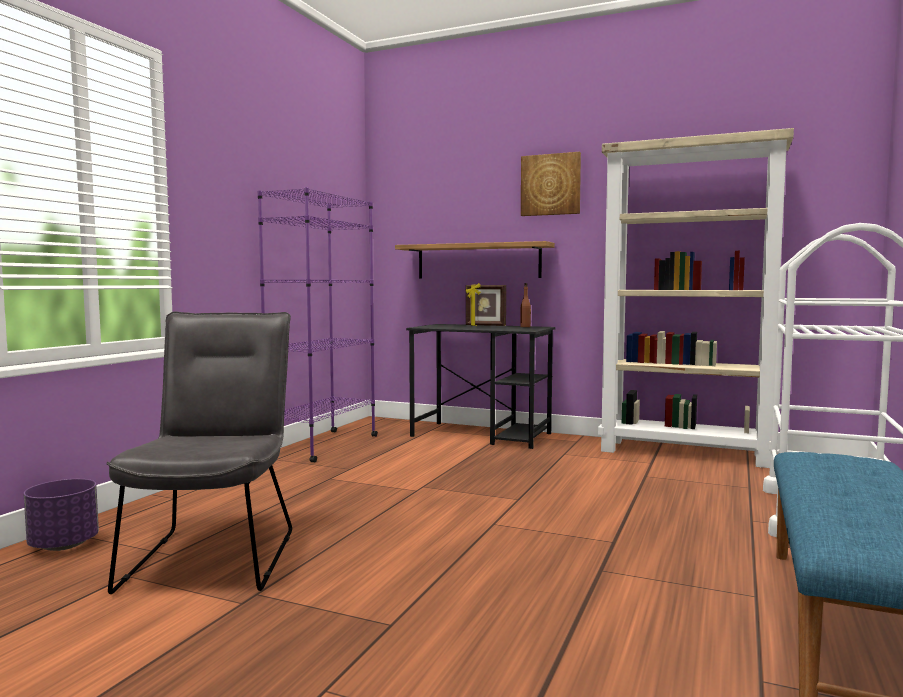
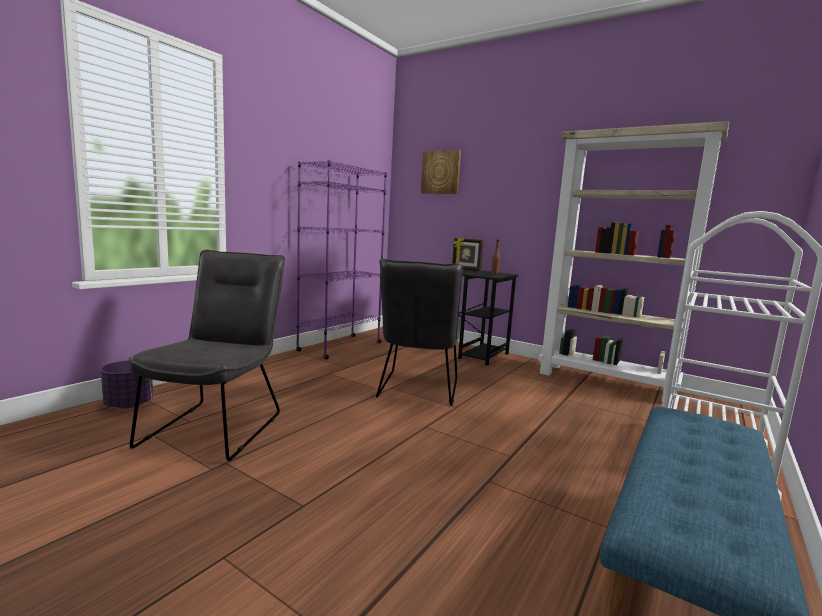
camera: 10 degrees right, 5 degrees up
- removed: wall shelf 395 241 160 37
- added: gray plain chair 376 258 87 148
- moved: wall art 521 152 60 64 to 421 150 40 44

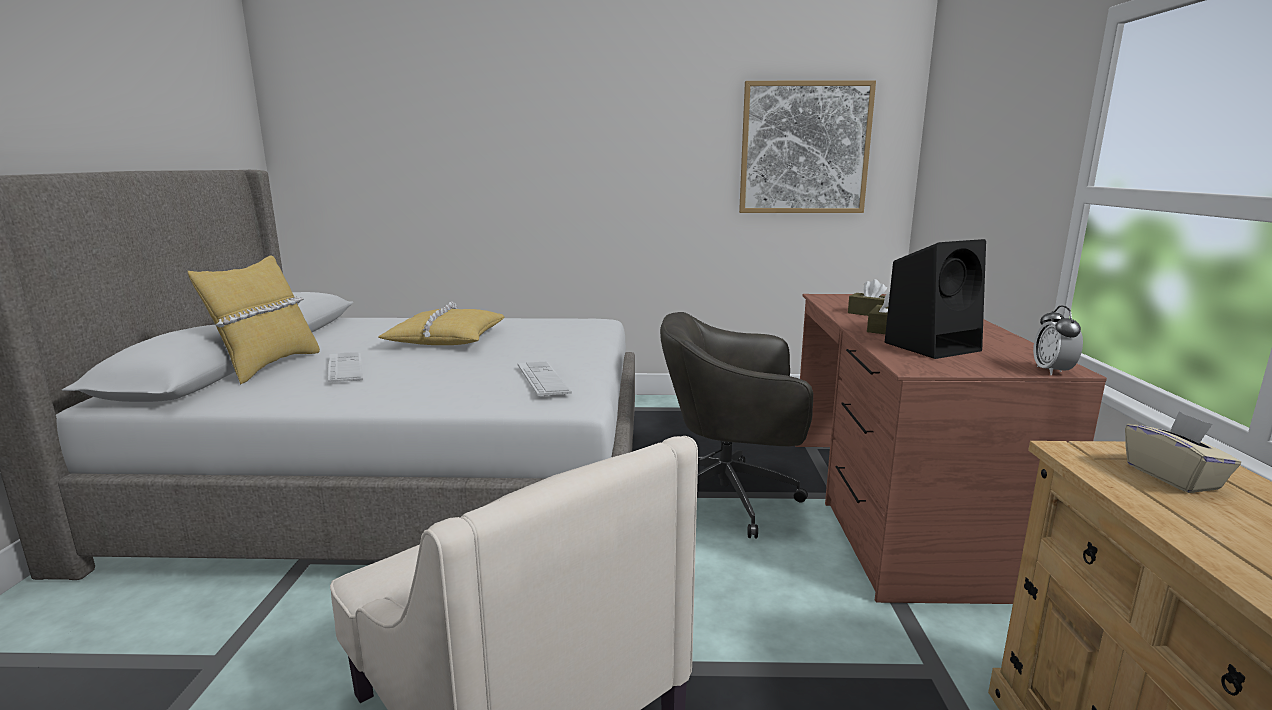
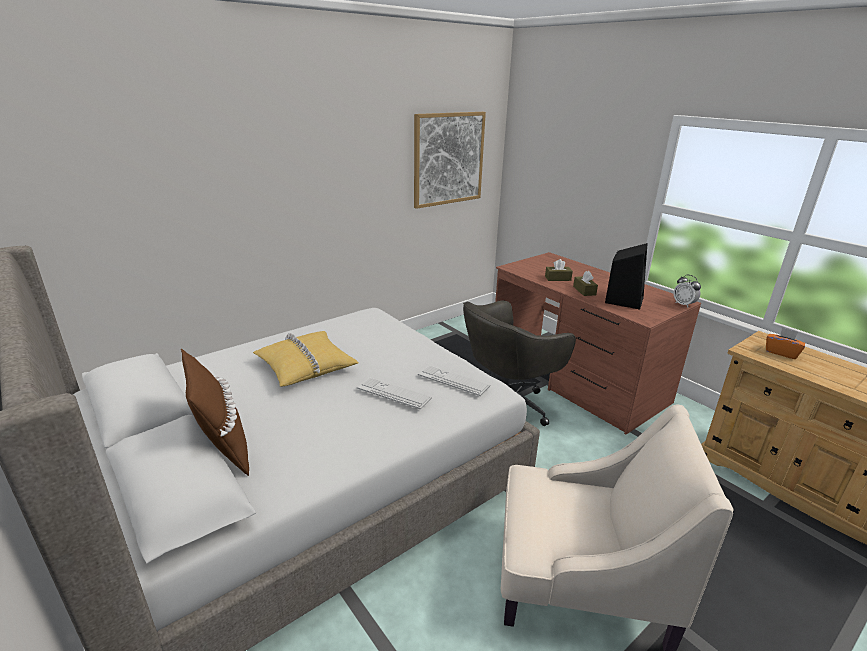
camera: 40 degrees left, 10 degrees up
- moved: PC keyboard 328 352 35 30 to 357 378 75 32
- recoloured: yellowish pillow 188 256 132 128 to brown-coloured pillow 181 349 68 127
- recoloured: beige-coloured tissue box 1125 411 116 82 to orangey tissue box 766 328 39 31

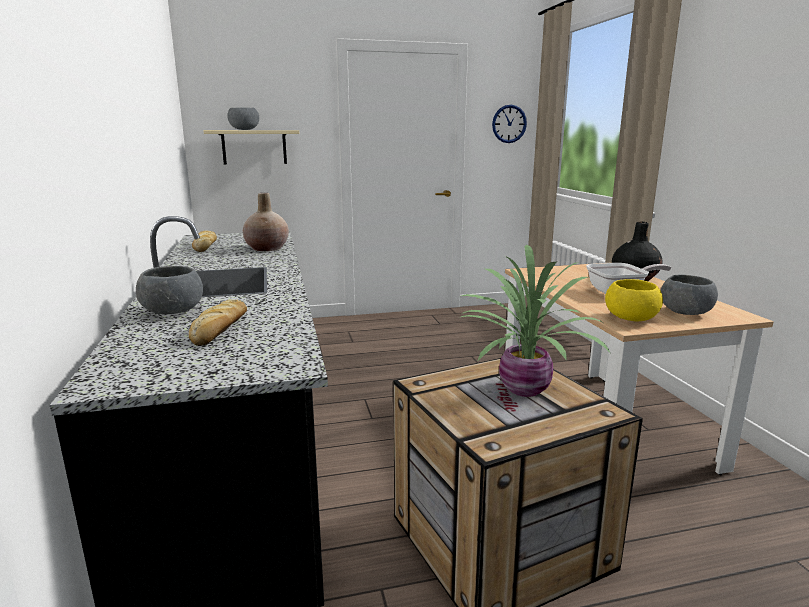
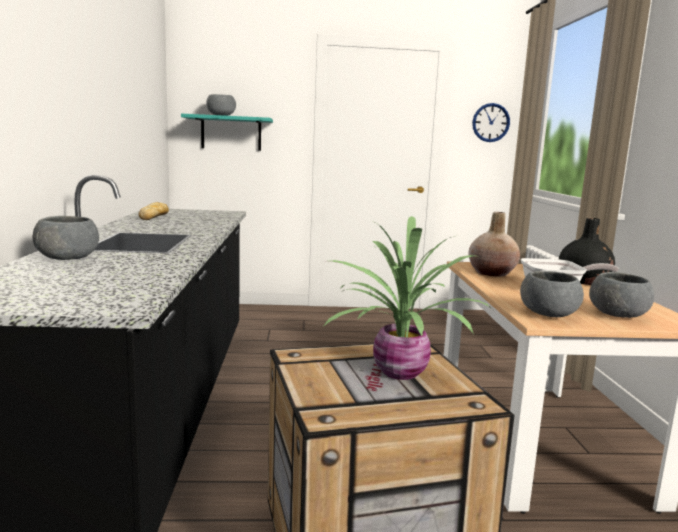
camera: 10 degrees right, 5 degrees down
- removed: bread 189 299 58 47
- moved: beige-coloured flower vase 243 193 46 58 to 468 212 52 65
- recoloured: beige-coloured wall shelf 203 130 96 34 to blue-green wall shelf 181 114 92 37
- recoloured: yellowish serving bowl 605 279 58 42 to gray serving bowl 520 271 64 46

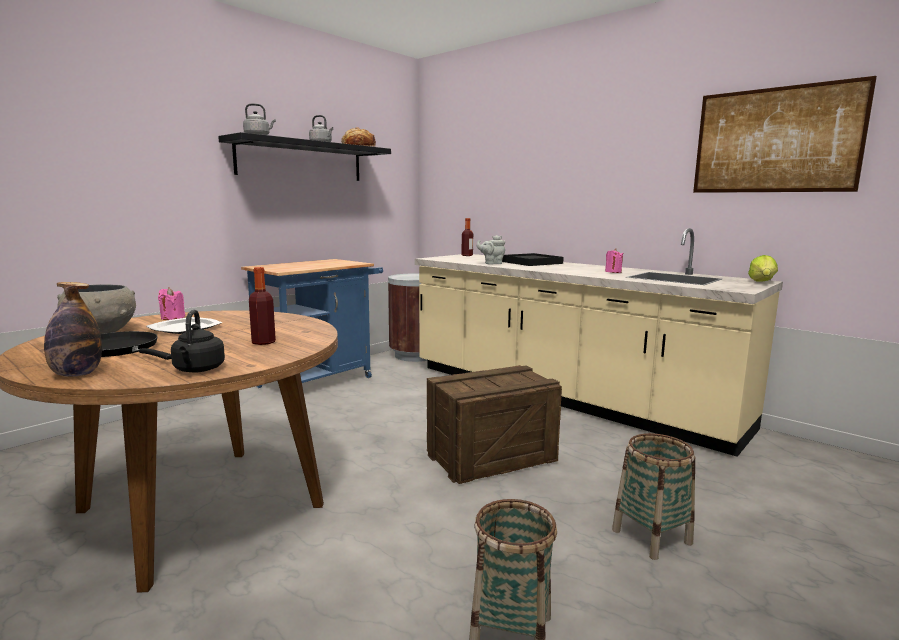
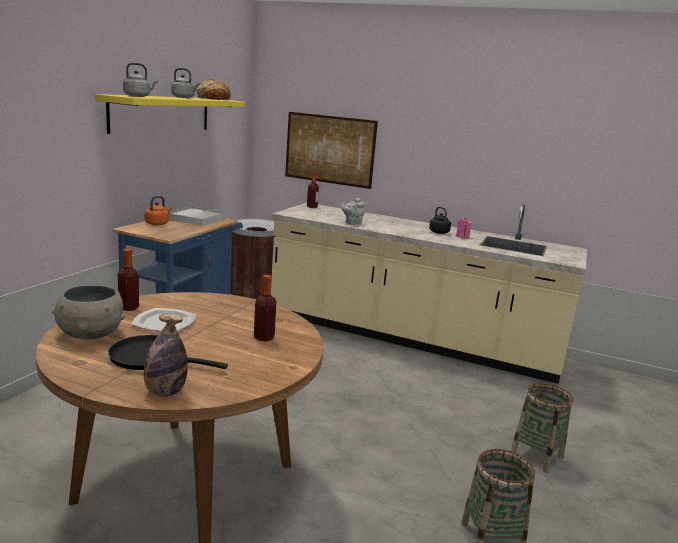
camera: 20 degrees left, 5 degrees up
- removed: packing crate 427 365 135 119
- removed: black-coloured carrying tray 502 253 62 13
- removed: lettuce head 748 255 30 27
- added: orangey tea kettle 145 196 27 29
- added: white carrying tray 169 206 58 20
- moved: black-coloured tea kettle 171 309 54 63 to 429 206 22 28
- moved: wall art 693 76 184 117 to 285 112 93 77
- replaced: pink-coloured wax candle 158 287 27 33 to beverage bottle 118 249 21 62
- recoloured: black-coloured wall shelf 218 132 173 49 to yellowish wall shelf 95 94 150 40

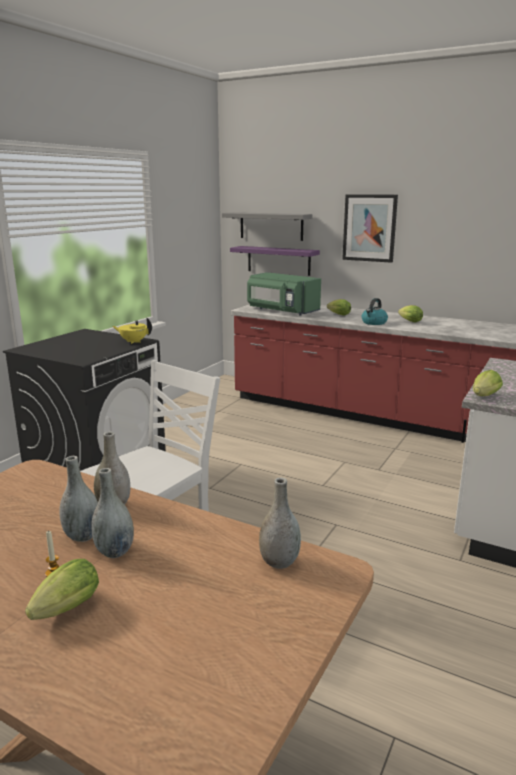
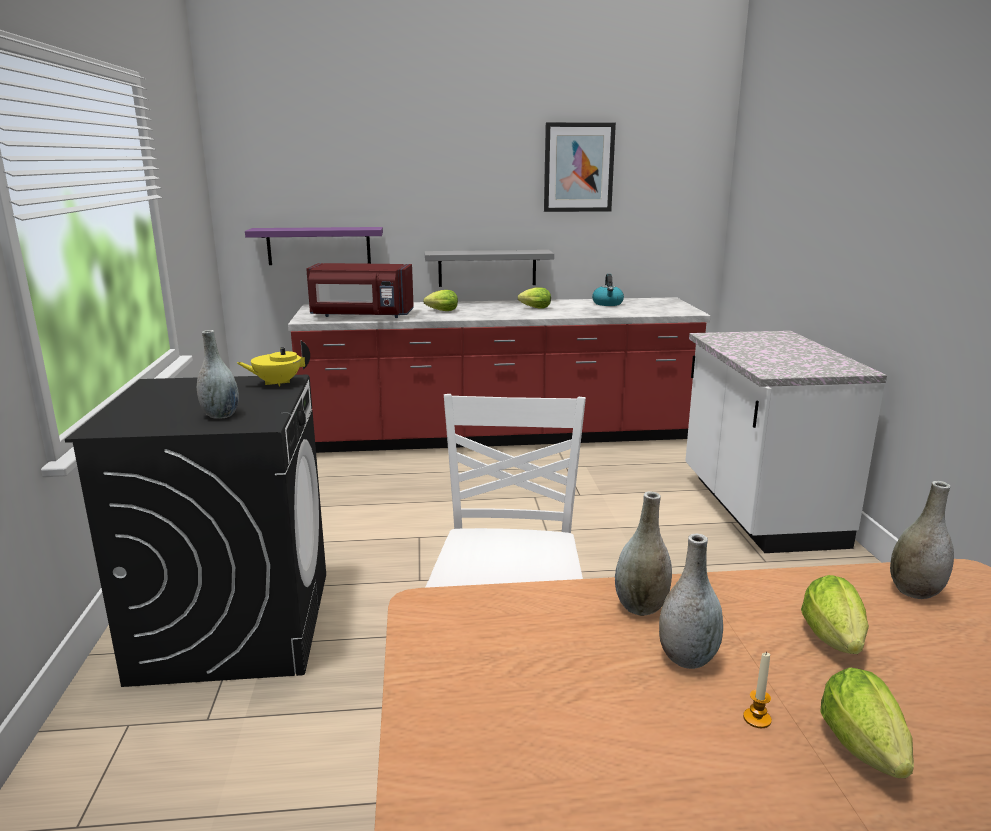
camera: 35 degrees left, 0 degrees up
- moved: gray flower vase 91 468 43 90 to 197 330 42 89
- moved: gray wall shelf 222 212 91 29 to 425 250 129 37
- moved: wall art 342 194 56 69 to 544 122 72 90
- moved: tea kettle 362 298 26 27 to 592 274 32 32
- moved: lettuce head 473 370 30 26 to 801 575 68 79
- recoloured: greenish microwave 247 272 74 43 to red microwave 306 263 108 55

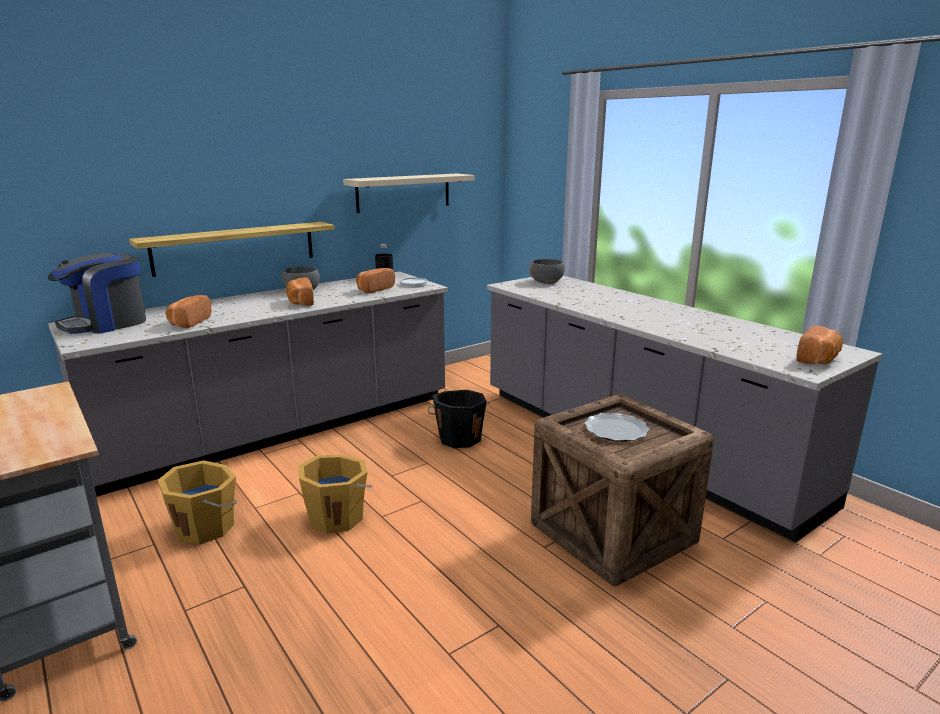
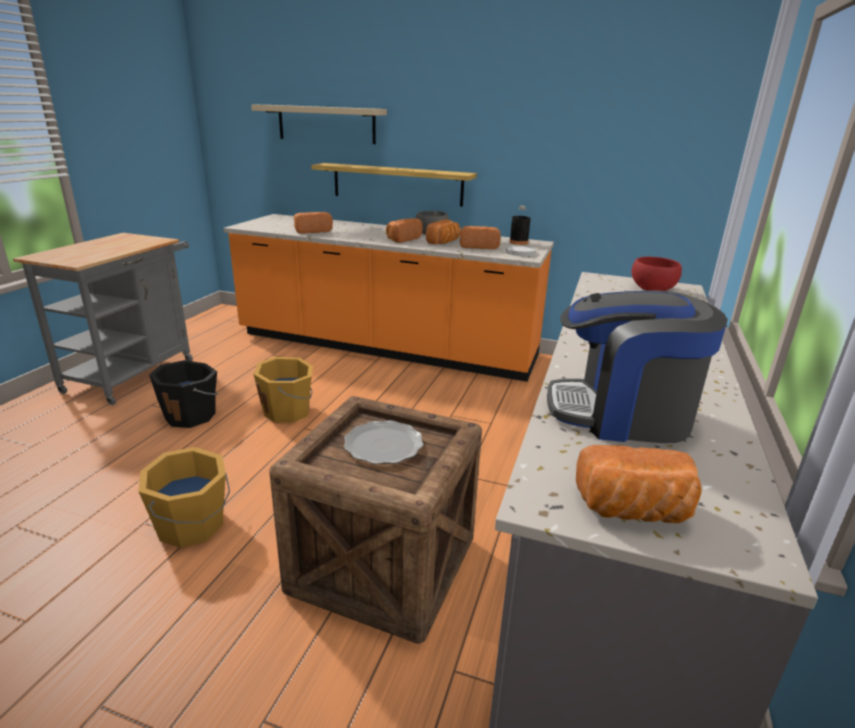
camera: 55 degrees right, 5 degrees up
- added: bread 426 219 35 25
- moved: coffee maker 48 253 98 81 to 547 290 181 153
- moved: orangey pail 158 460 79 85 to 138 447 92 101
- moved: beige-coloured wall shelf 343 174 131 39 to 251 104 136 40
- moved: black-coloured pail 427 390 63 58 to 149 360 70 68
- recoloured: gray counter 48 272 400 225 to orangey counter 223 214 331 168
- recoloured: gray serving bowl 529 259 36 25 to red serving bowl 632 257 50 34

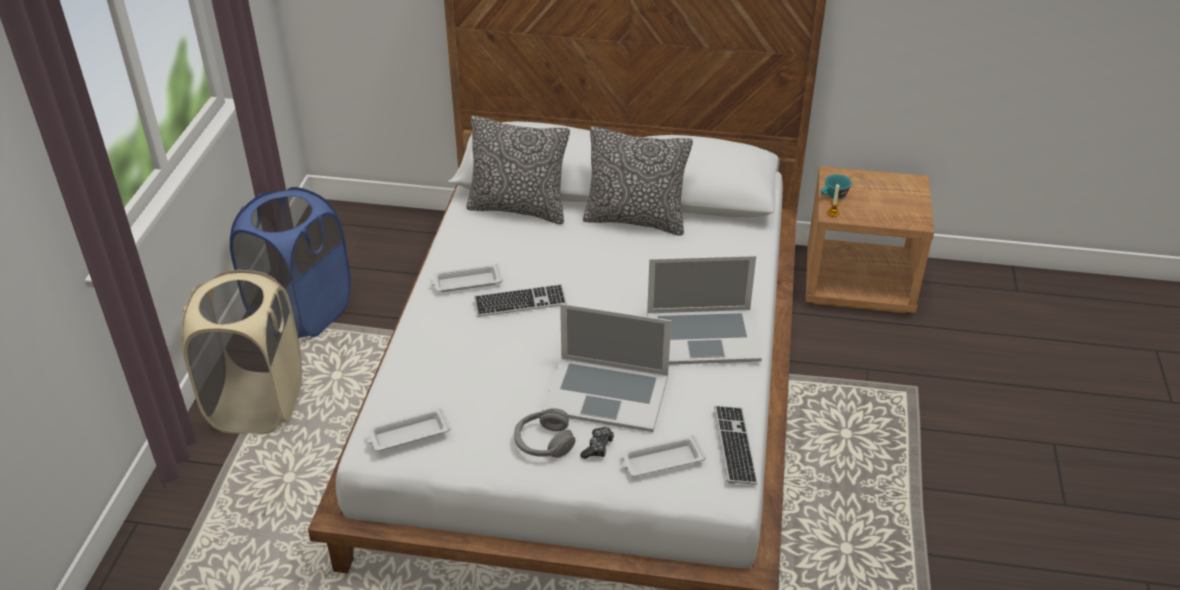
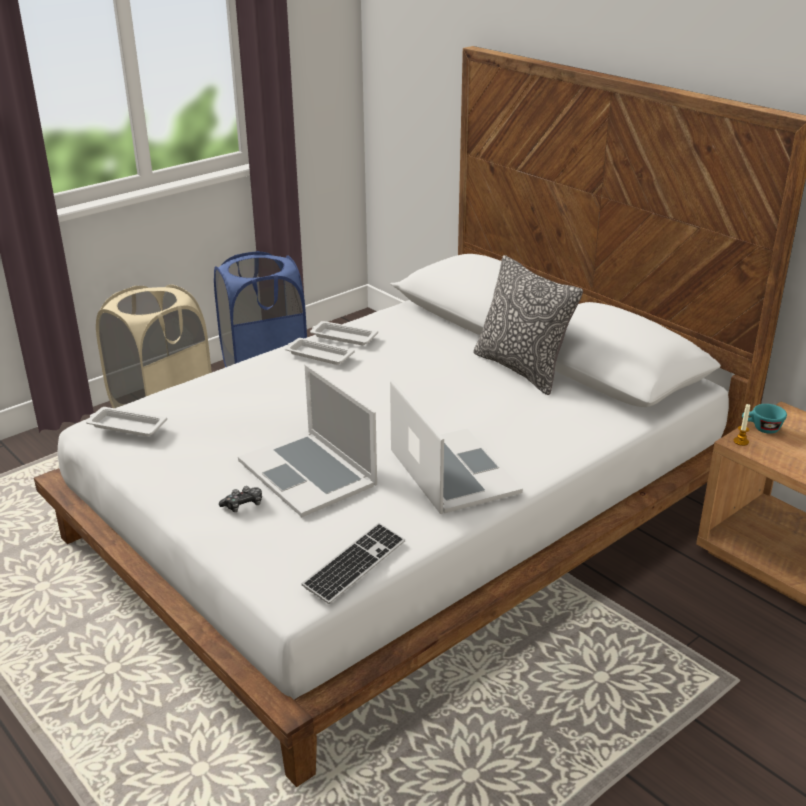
camera: 40 degrees right, 10 degrees down
- removed: pillow 466 116 104 108
- removed: PC keyboard 474 284 93 33
- removed: gray pair of headphones 514 408 61 50
- moved: white carrying tray 622 435 84 42 to 310 321 68 24
- turned: notebook computer 647 256 115 109 = 390 379 133 135 150 degrees counterclockwise

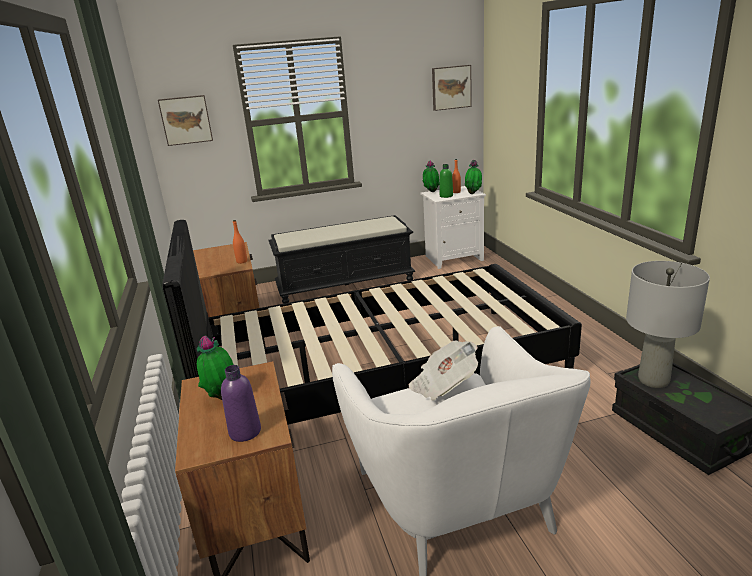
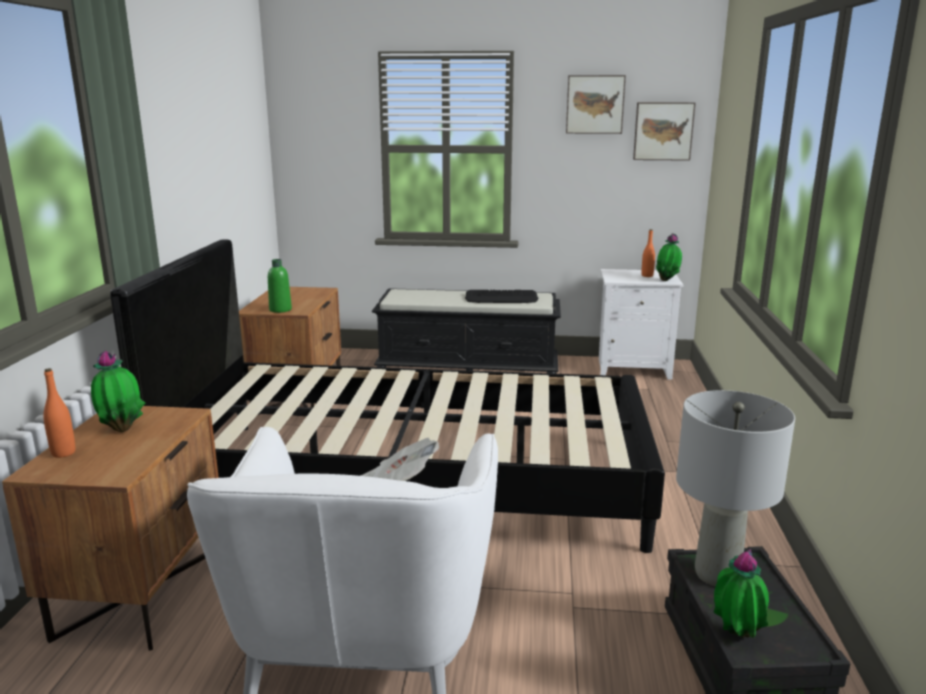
camera: 20 degrees right, 5 degrees down
- removed: purplish beverage bottle 221 365 40 77
- added: PC keyboard 465 290 74 13
- moved: wall art 158 95 55 51 to 566 75 60 59
- moved: orangey beverage bottle 233 220 14 44 to 43 368 33 90
- moved: houseplant 422 160 18 32 to 714 549 55 89
- moved: greenish beverage bottle 439 164 14 34 to 268 259 24 54

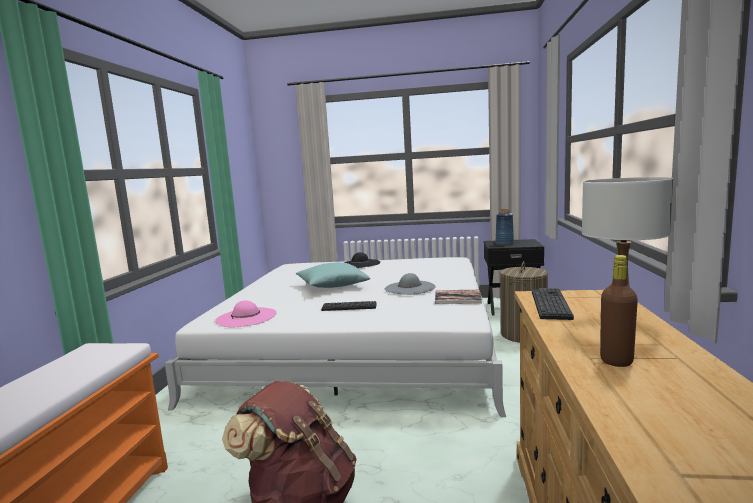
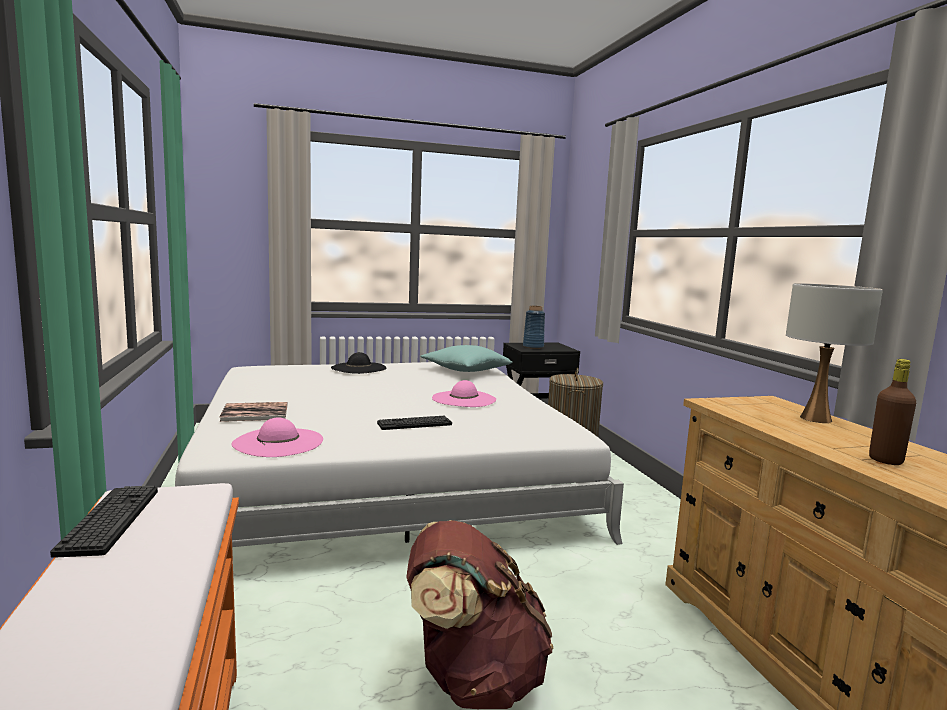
camera: 25 degrees left, 0 degrees up
- moved: blue-green pillow 296 262 74 26 to 420 345 93 27
- moved: book 435 290 47 14 to 219 402 68 20
- moved: PC keyboard 532 288 42 32 to 50 486 108 72
- recoloured: gray hat 385 273 51 22 to pink-coloured hat 432 380 64 27

